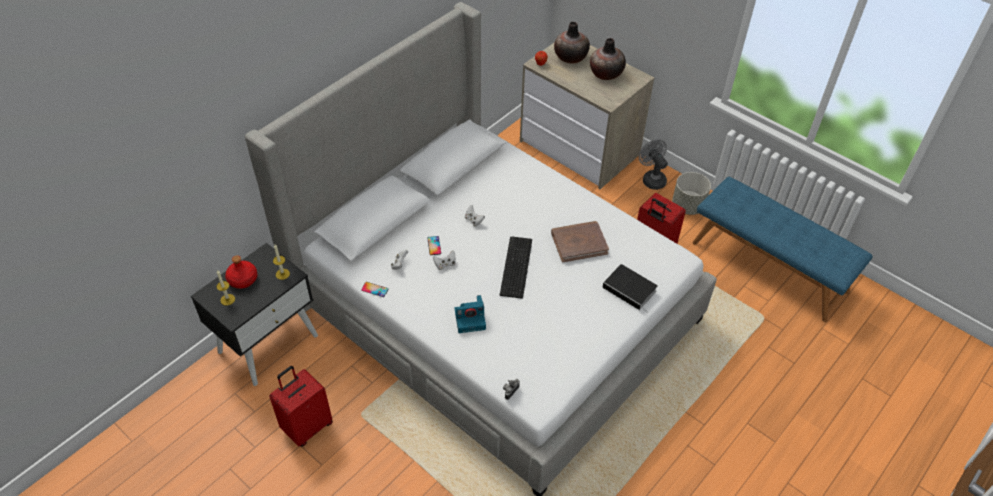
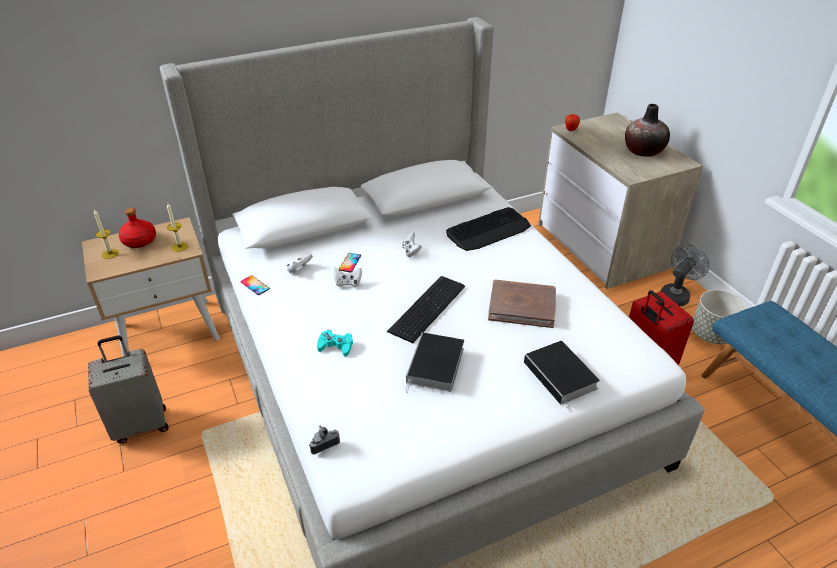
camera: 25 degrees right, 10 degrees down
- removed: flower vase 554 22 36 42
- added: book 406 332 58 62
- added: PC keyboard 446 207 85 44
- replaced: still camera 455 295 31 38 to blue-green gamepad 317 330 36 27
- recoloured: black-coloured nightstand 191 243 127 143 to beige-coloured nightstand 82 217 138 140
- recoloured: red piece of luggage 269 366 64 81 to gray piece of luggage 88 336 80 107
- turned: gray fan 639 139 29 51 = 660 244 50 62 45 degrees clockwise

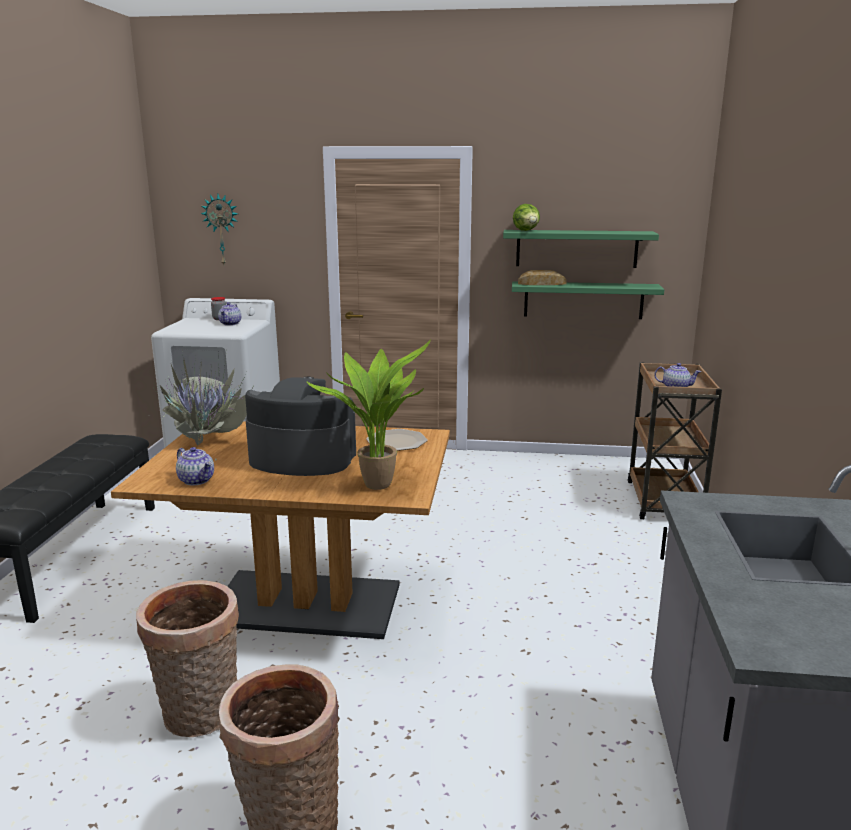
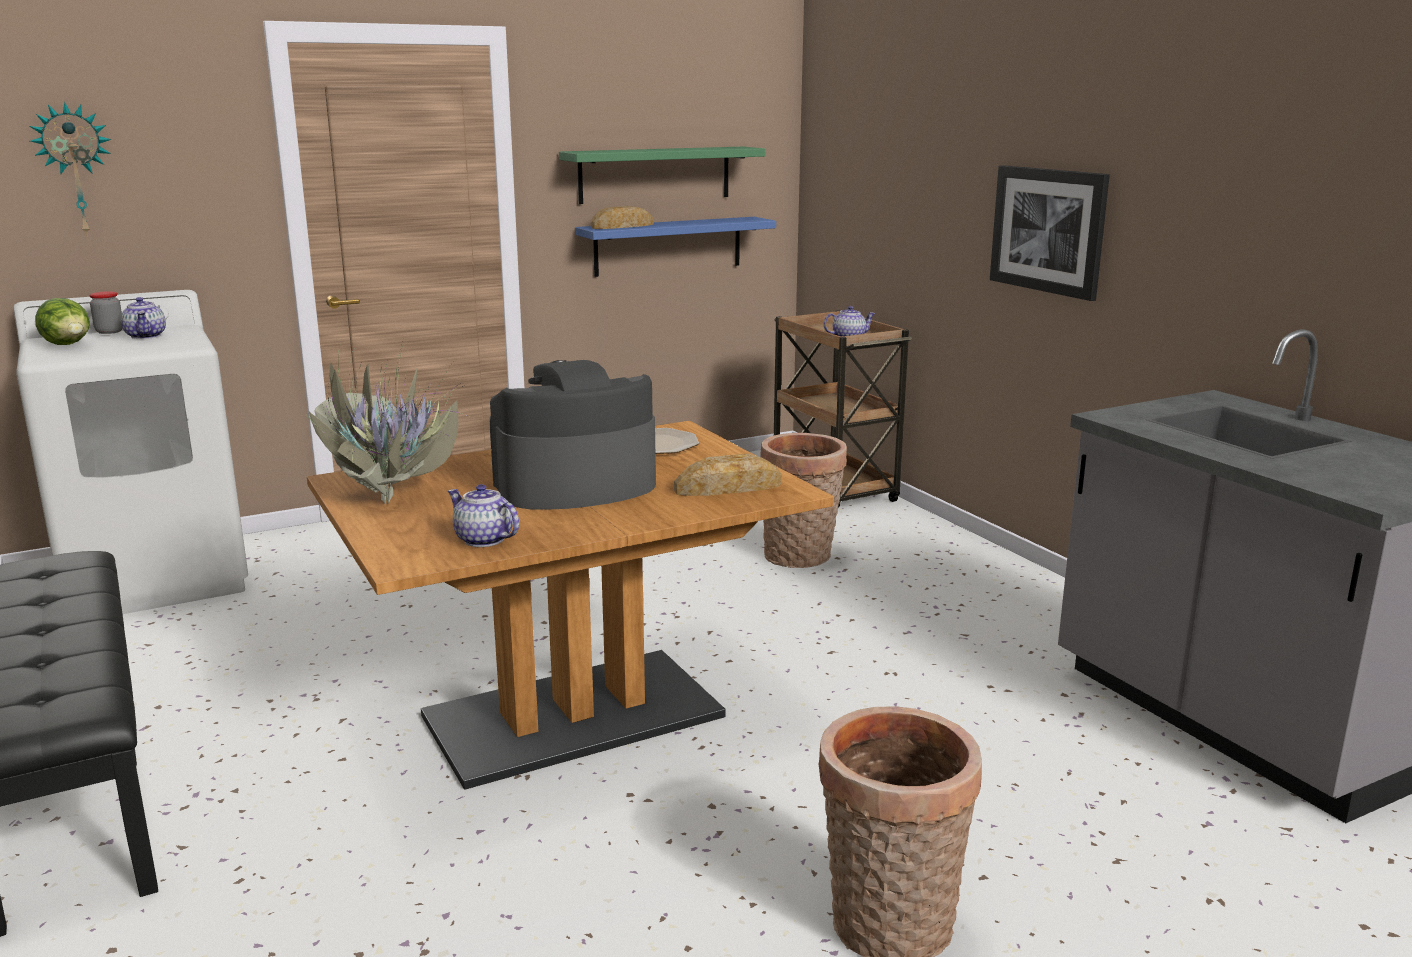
camera: 35 degrees left, 0 degrees up
- added: wall art 990 165 120 136
- moved: storage basket 136 580 103 157 to 760 433 87 135
- moved: lettuce head 513 204 27 27 to 35 298 55 47
- replaced: houseplant 307 339 124 151 to bread 674 453 108 43
- recoloured: greenish wall shelf 512 281 152 38 to blue wall shelf 575 217 201 60
- turned: teapot 176 447 38 39 = 447 484 72 63 150 degrees counterclockwise

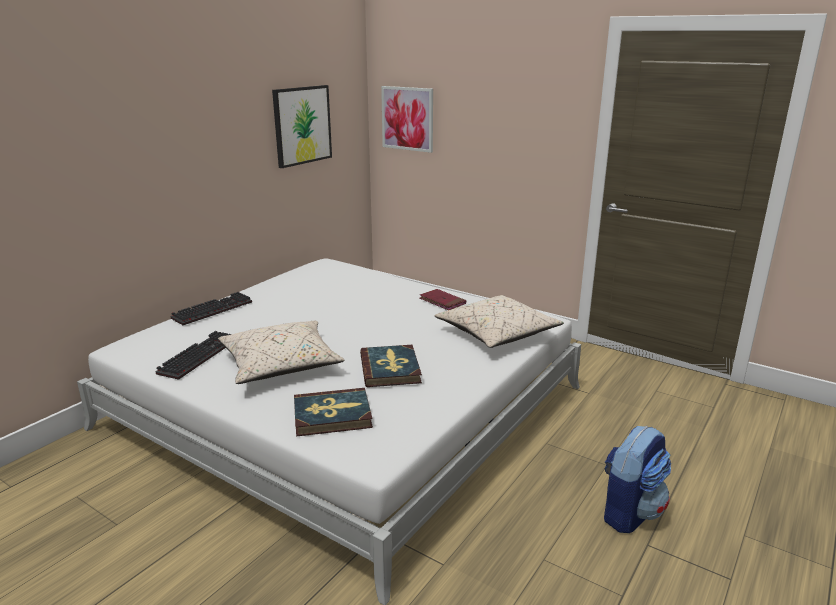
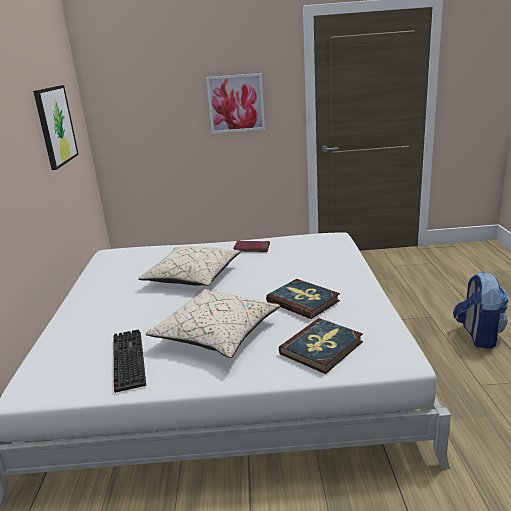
camera: 35 degrees left, 0 degrees up
- removed: PC keyboard 171 292 81 33
- moved: wall art 381 86 52 67 to 206 73 59 60
- moved: beige-coloured pillow 434 295 130 53 to 138 246 103 40

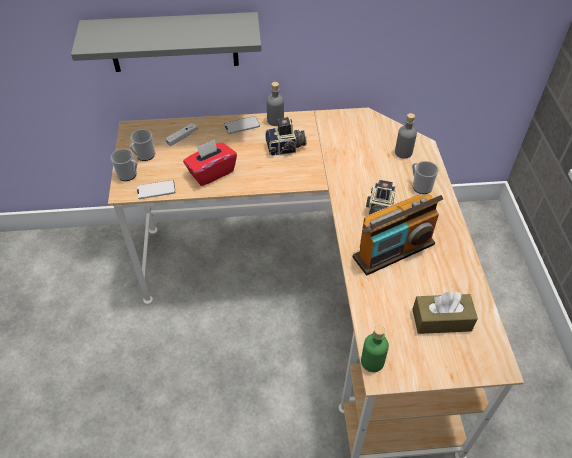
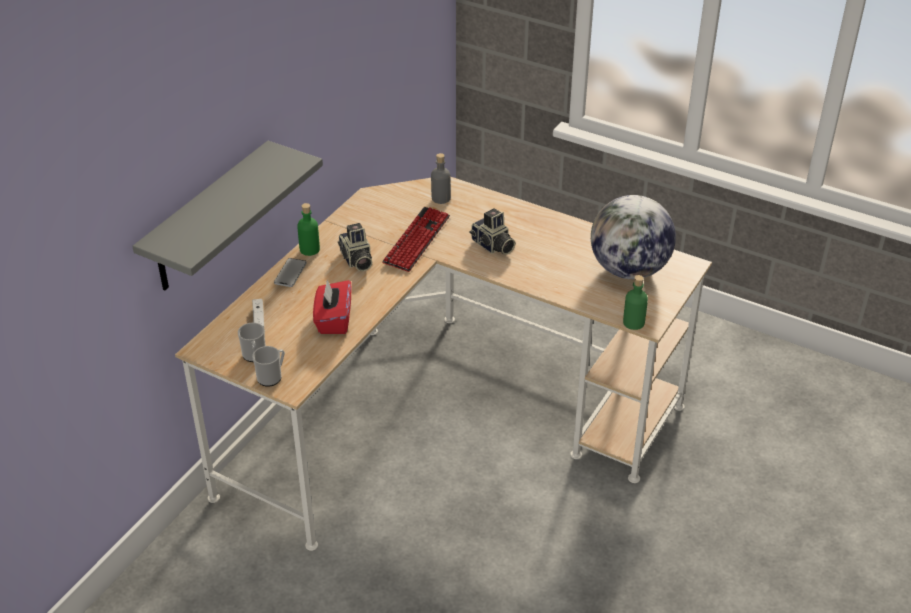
camera: 55 degrees left, 10 degrees down
- removed: phone 137 180 39 19
- removed: radio receiver 353 194 90 81
- removed: coffee mug 412 161 27 33
- added: PC keyboard 382 207 68 65
- replaced: brown-coloured tissue box 412 291 66 43 to world globe 591 195 85 84
- recoloured: gray beverage bottle 267 82 17 44 to greenish beverage bottle 297 203 23 53
- turned: still camera 266 116 41 40 = 338 223 34 48 135 degrees clockwise

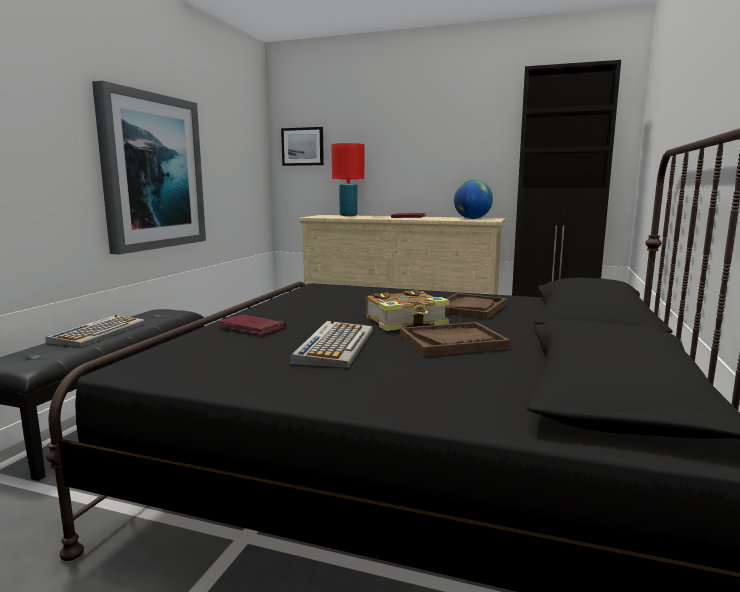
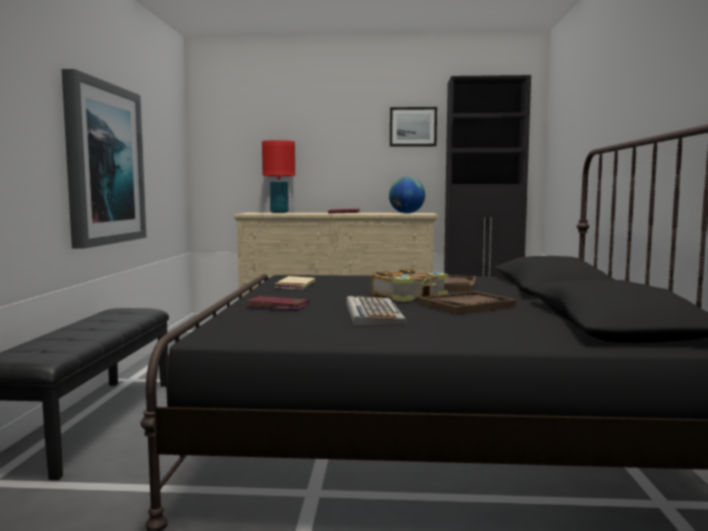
camera: 15 degrees left, 5 degrees down
- removed: PC keyboard 46 315 99 32
- added: beige-coloured book 275 276 40 14
- moved: wall art 281 127 43 39 to 390 107 47 40

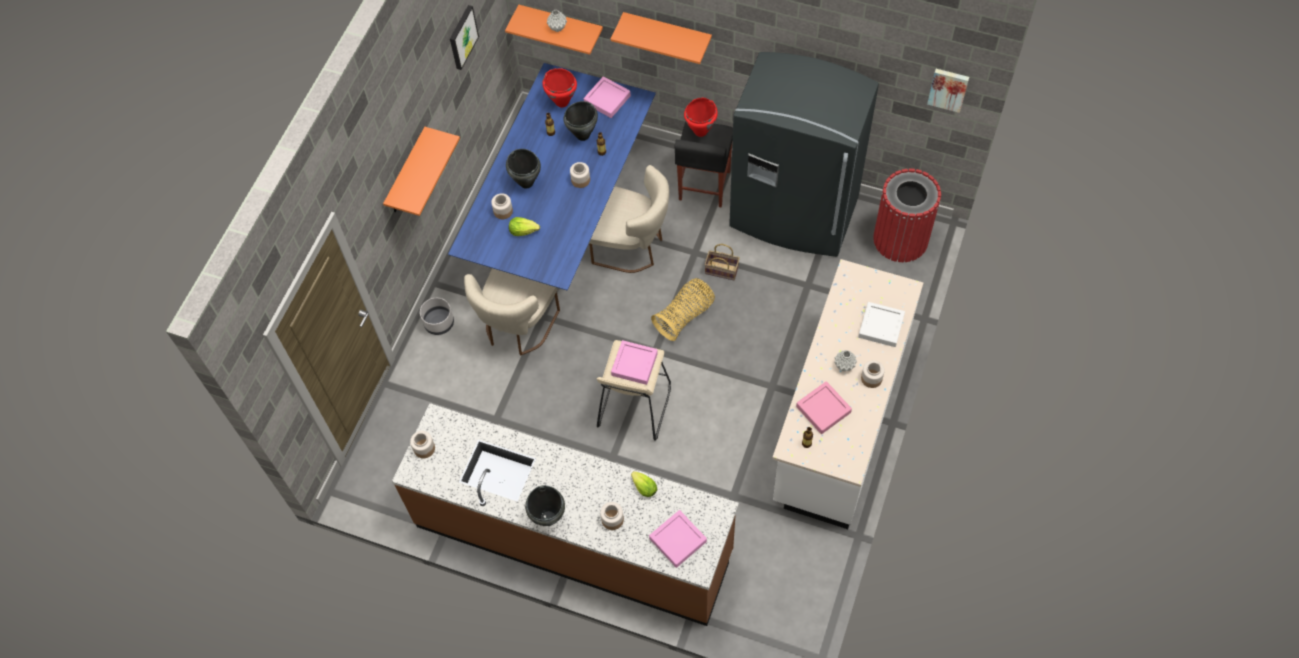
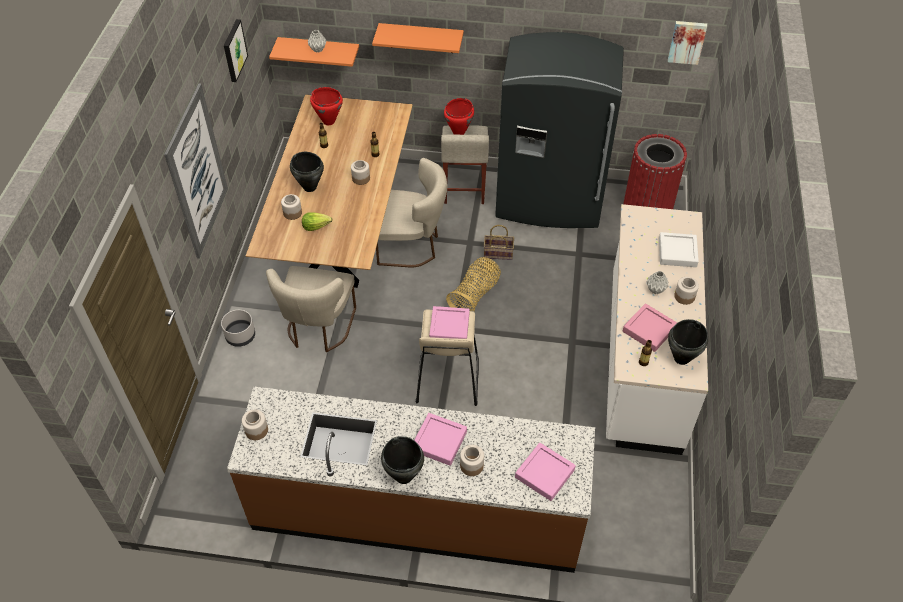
camera: 15 degrees left, 10 degrees down
- removed: lettuce head 631 471 26 26
- moved: black-coloured cooking pot 563 101 35 40 to 668 319 40 46
- moved: pink-coloured carrying tray 584 76 47 42 to 414 413 53 53
- replaced: orangey wall shelf 383 127 77 89 to wall art 164 84 64 175
- recoloured: blue dining table 448 63 208 228 to brown-coloured dining table 246 94 167 194
- recoloured: black-coloured stool 674 121 59 86 to beige-coloured stool 441 125 48 79

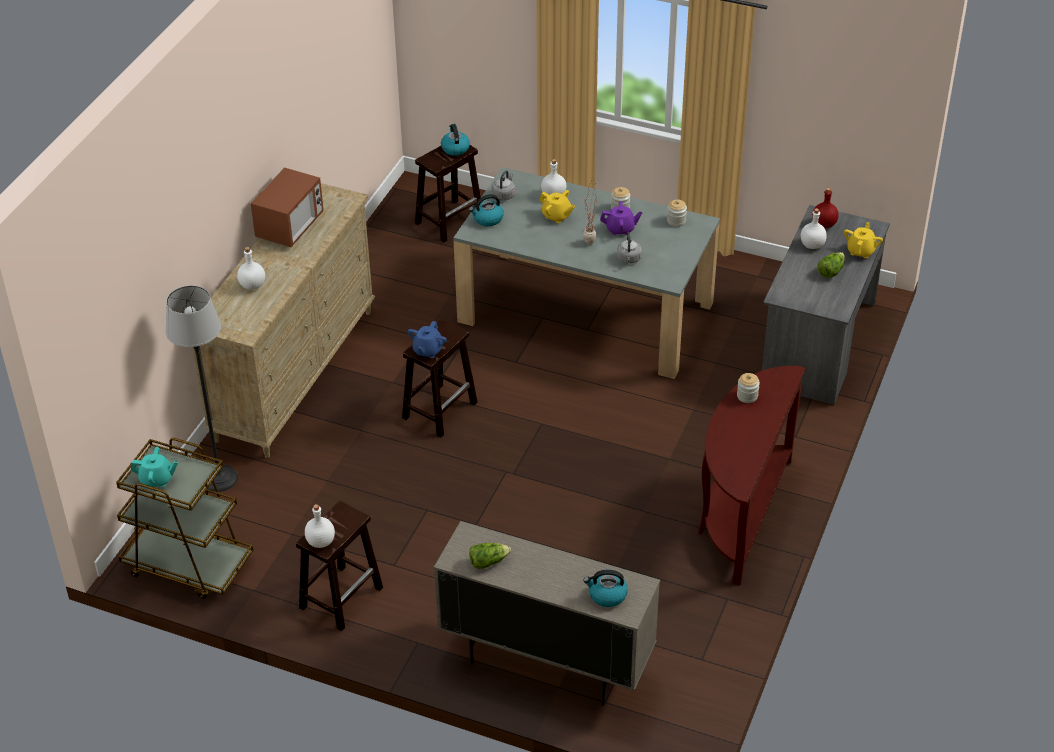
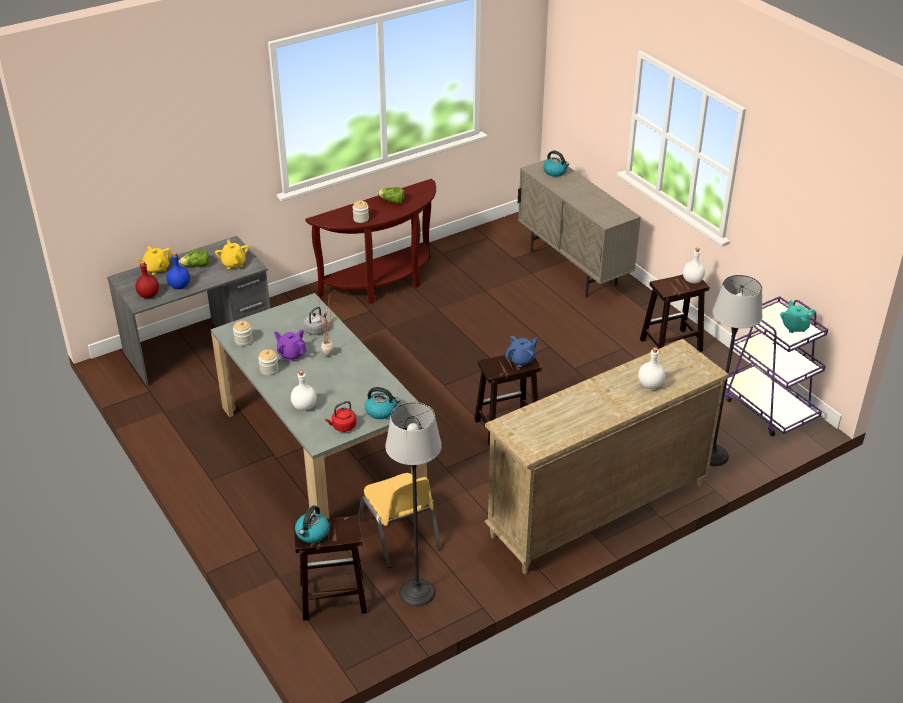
camera: 145 degrees left, 5 degrees down
- removed: microwave 250 167 74 80
- added: yellowish plain chair 358 473 83 95
- added: standard lamp 385 402 57 205
- moved: lettuce head 469 543 42 26 to 377 187 28 17
- moved: yellowish teapot 539 190 36 33 to 215 239 34 30
- recoloured: brown-coloured cart 116 438 138 161 to purplish cart 725 296 103 140
- recoloured: gray tea kettle 492 170 23 30 to red tea kettle 325 401 31 31
- recoloured: white beverage bottle 801 208 26 41 to blue beverage bottle 166 252 24 37
- turned: blue-green teapot 131 447 47 40 = 780 300 36 33 45 degrees clockwise

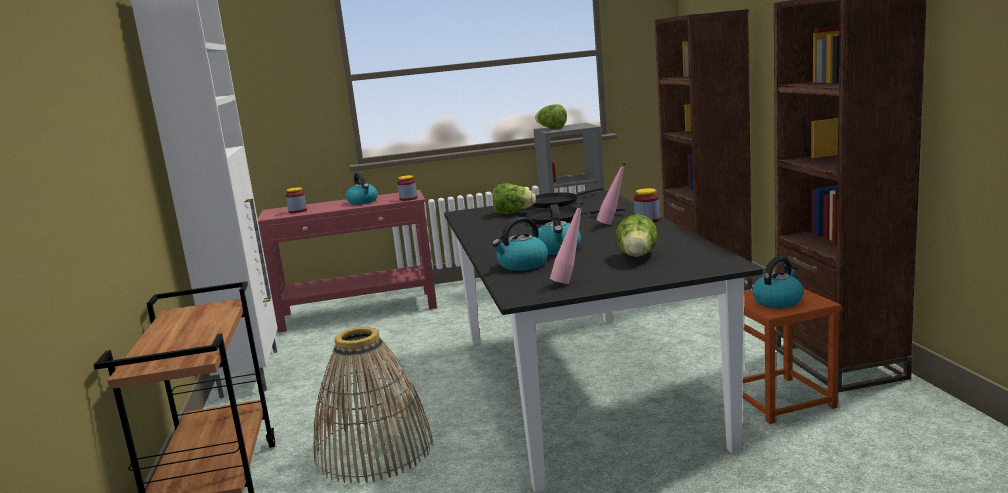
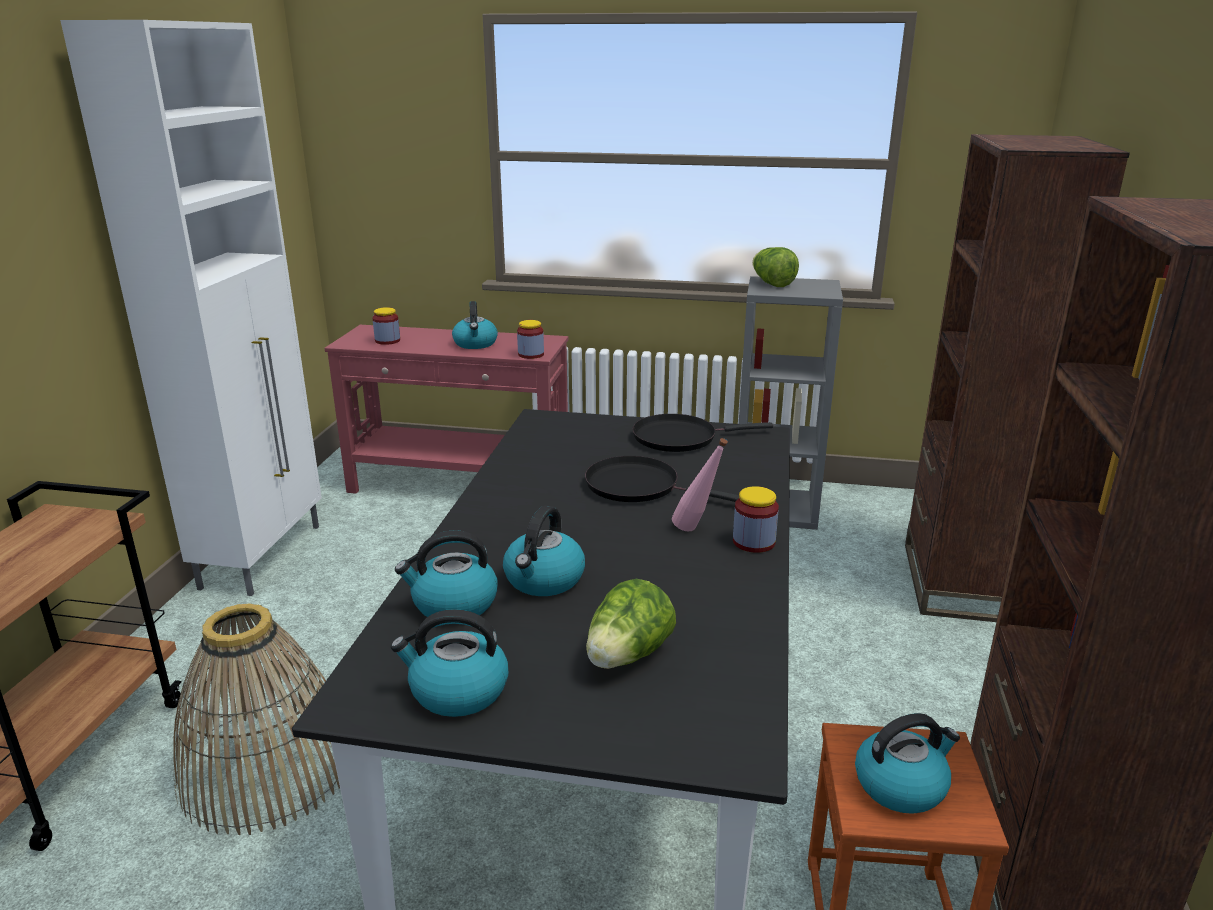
camera: 20 degrees right, 10 degrees up
- removed: lettuce head 492 183 44 31
- replaced: pink-coloured beverage bottle 550 201 34 83 to tea kettle 391 609 117 108

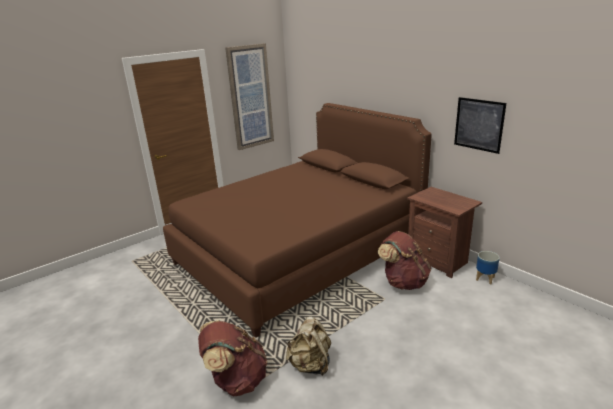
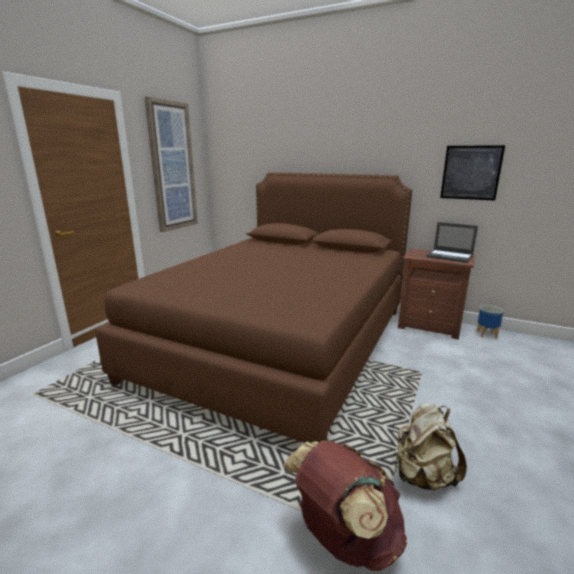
camera: 25 degrees left, 5 degrees down
- removed: brown-coloured rucksack 378 231 54 59
- added: notebook computer 427 222 51 41

